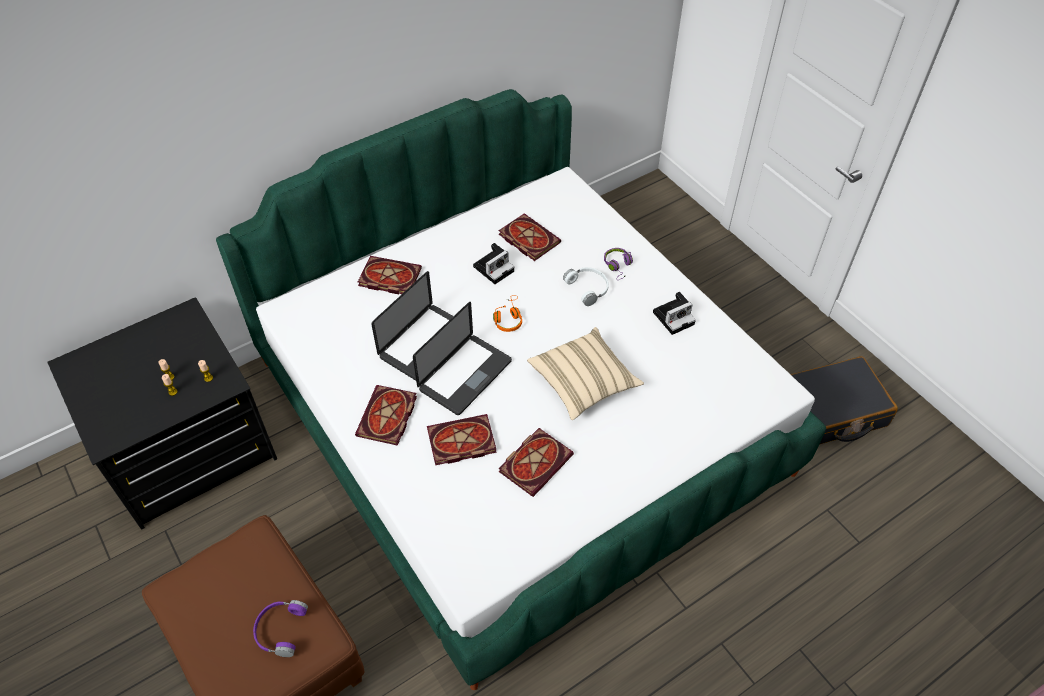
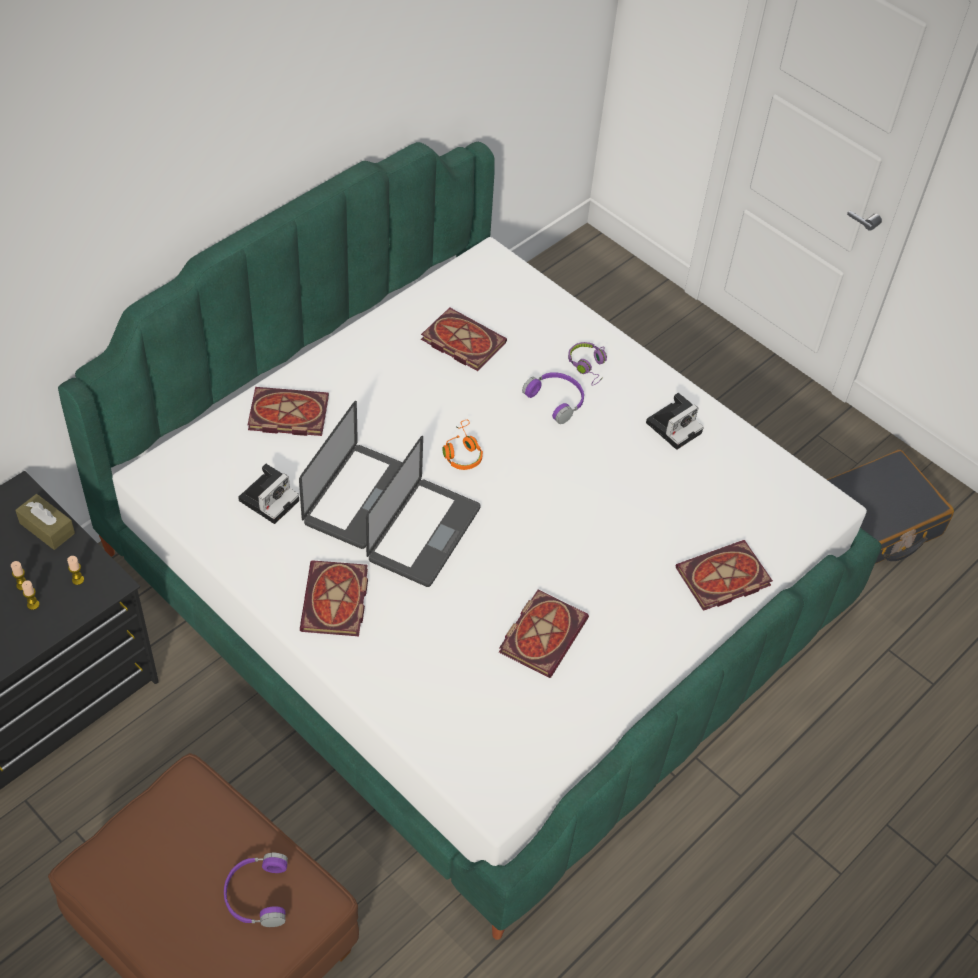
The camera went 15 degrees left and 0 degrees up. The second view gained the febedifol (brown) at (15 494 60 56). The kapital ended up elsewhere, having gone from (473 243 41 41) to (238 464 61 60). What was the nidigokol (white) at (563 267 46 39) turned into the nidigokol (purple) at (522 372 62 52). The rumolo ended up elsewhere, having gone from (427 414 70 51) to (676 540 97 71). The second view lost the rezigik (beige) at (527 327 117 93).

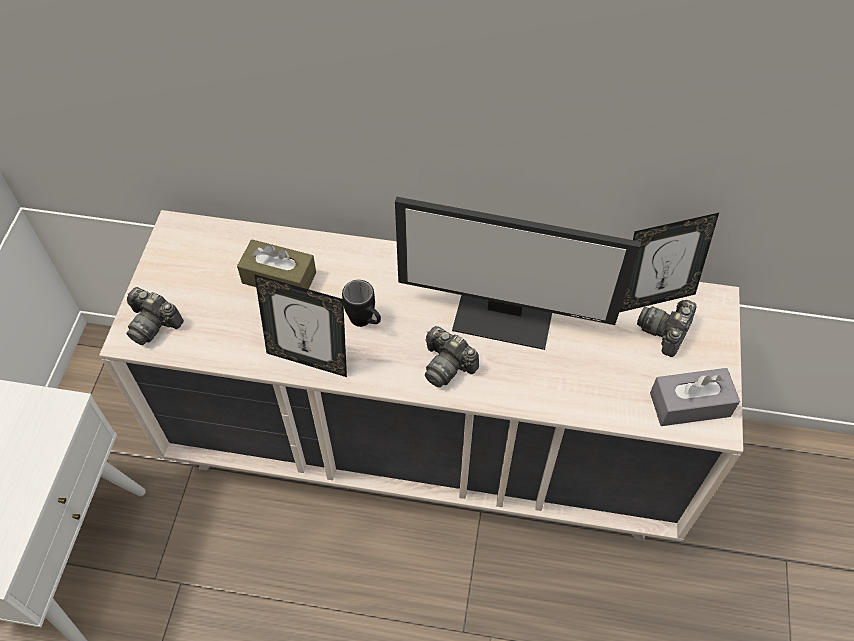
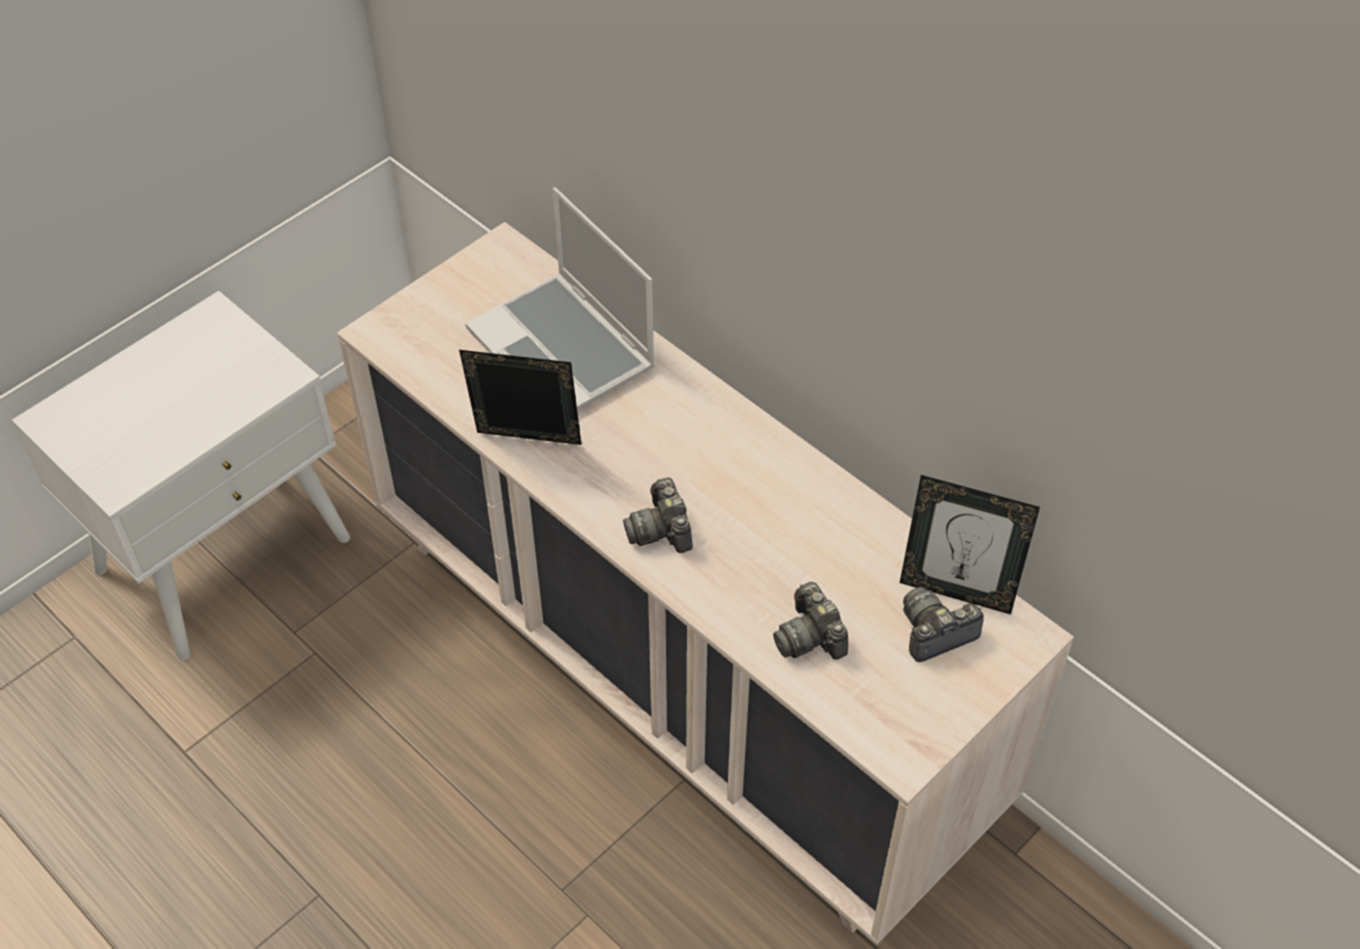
The camera went 35 degrees right and 5 degrees down. The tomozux at (254 274 93 103) ended up facing another way, 135 degrees clockwise from before. Where the febedifol (brown) stood at (237 240 79 49), the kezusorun came to stand at (465 187 190 224). The kapital ended up elsewhere, having gone from (127 287 57 58) to (773 582 75 78). The second view lost the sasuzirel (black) at (342 280 39 47). The second view lost the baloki at (395 197 246 153). The second view lost the febedifol (grey) at (650 368 90 58).

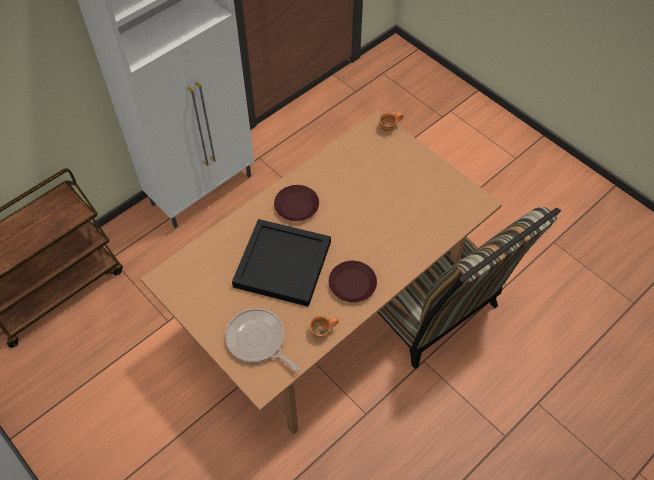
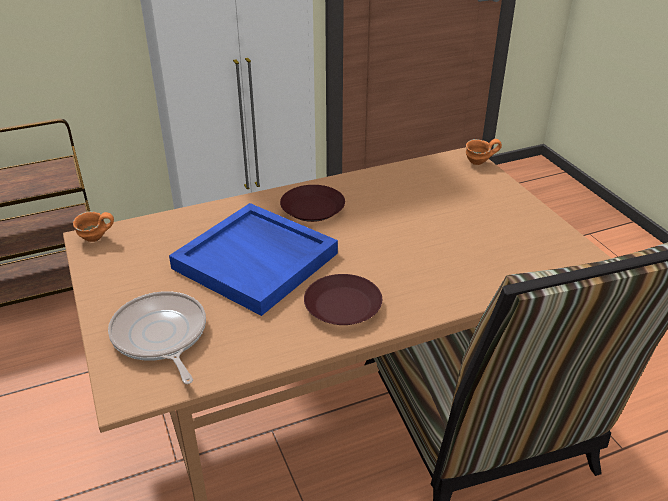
The camera went 20 degrees right and 20 degrees down. The sasuzirel (orange) ended up elsewhere, having gone from (309 315 30 23) to (73 212 41 30). What was the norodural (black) at (232 219 99 88) turned into the norodural (blue) at (169 203 169 113).

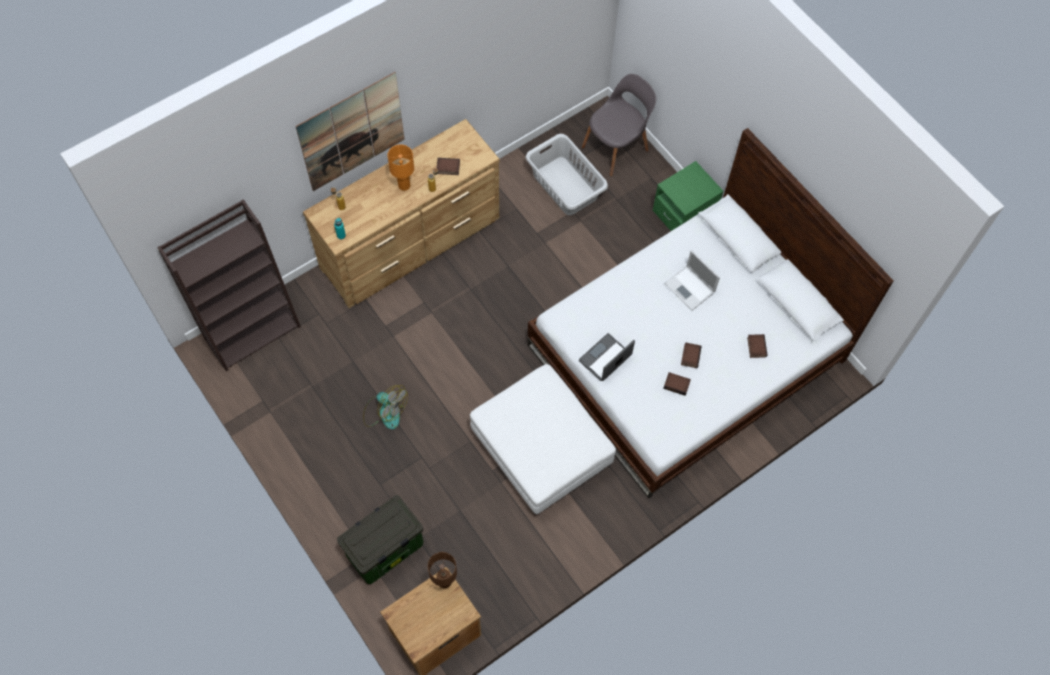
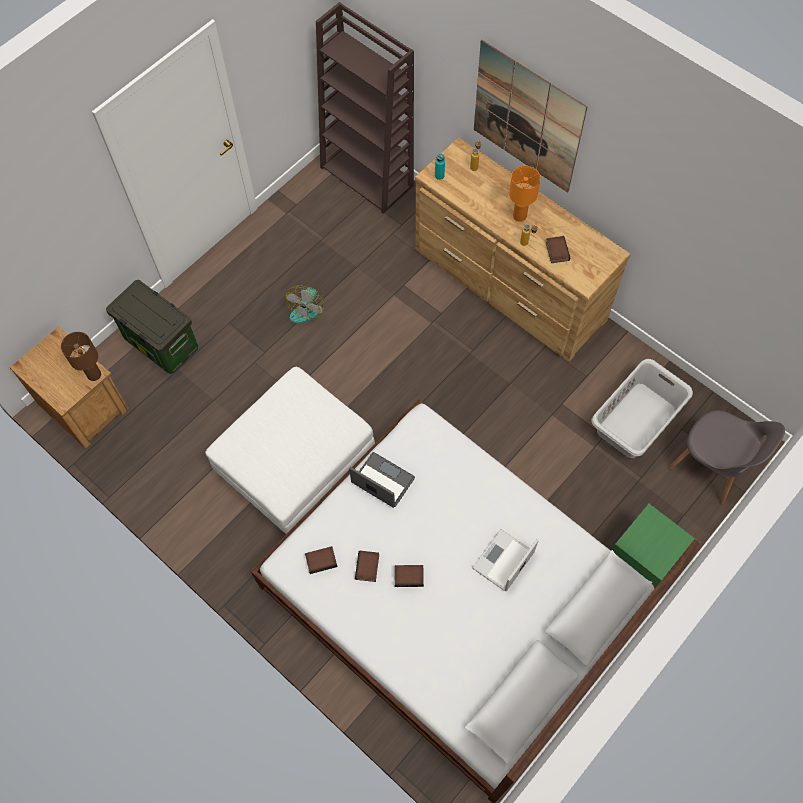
The camera went 80 degrees right and 0 degrees up. The rumolo ended up elsewhere, having gone from (747 334 21 24) to (305 546 33 28).

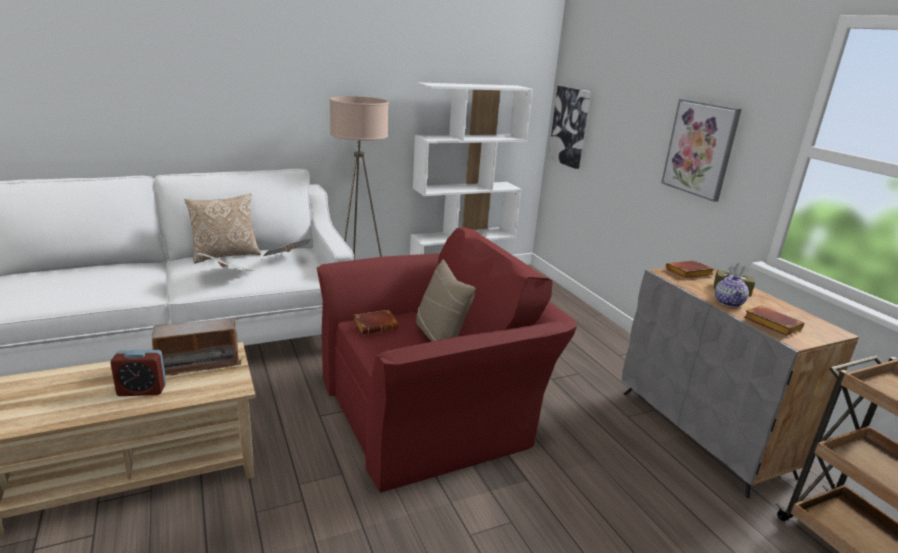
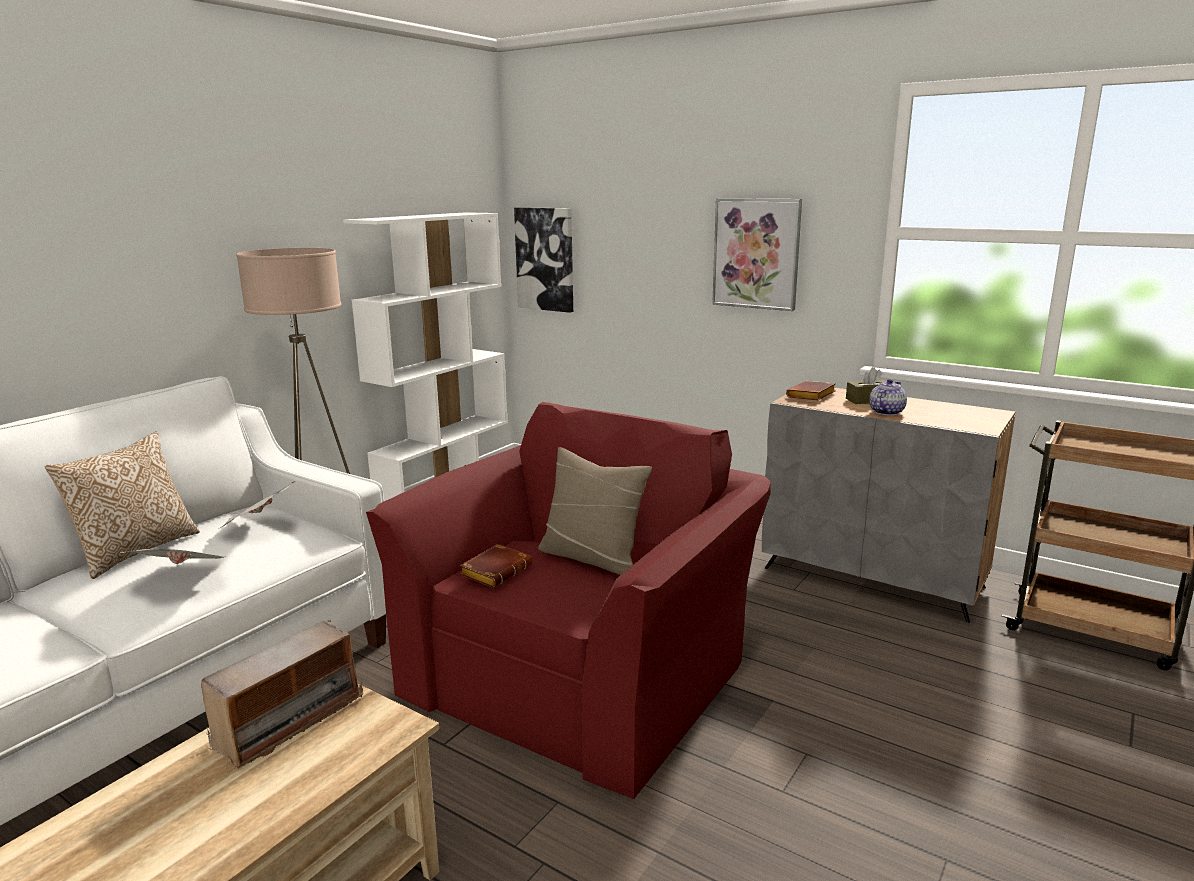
The camera went 30 degrees left and 5 degrees down. The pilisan at (715 274 34 33) ended up facing another way, 120 degrees counterclockwise from before. The second view lost the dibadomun at (110 350 56 46). The second view lost the rumolo (brown) at (744 306 60 30).

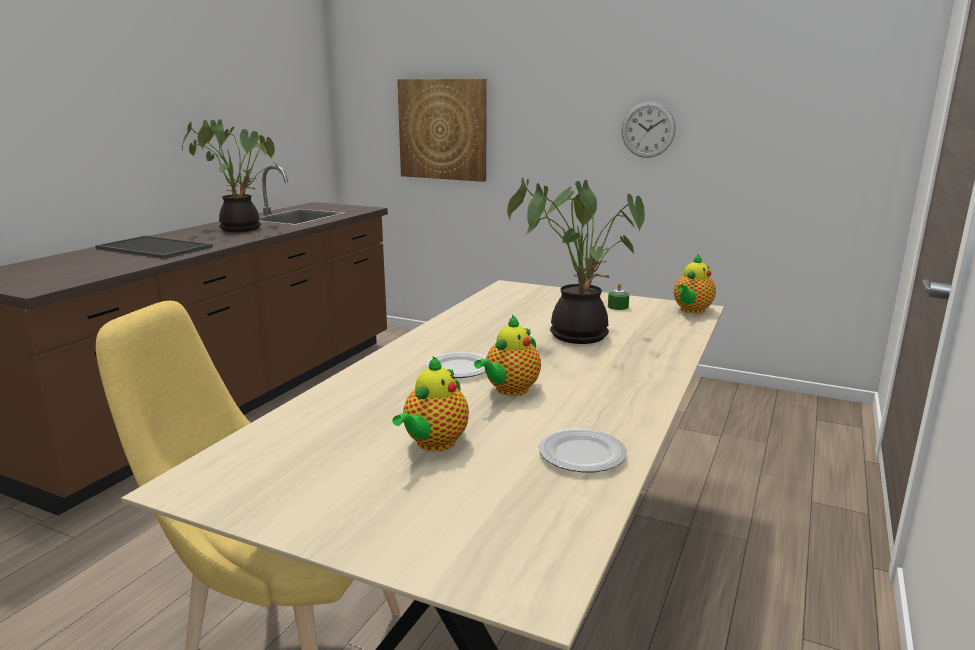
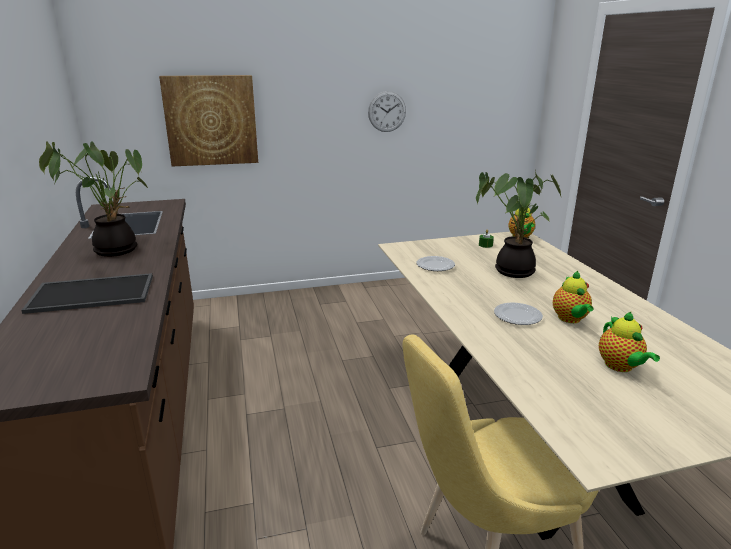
The camera went 40 degrees left and 5 degrees up. The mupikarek ended up elsewhere, having gone from (538 429 89 43) to (416 256 39 15).

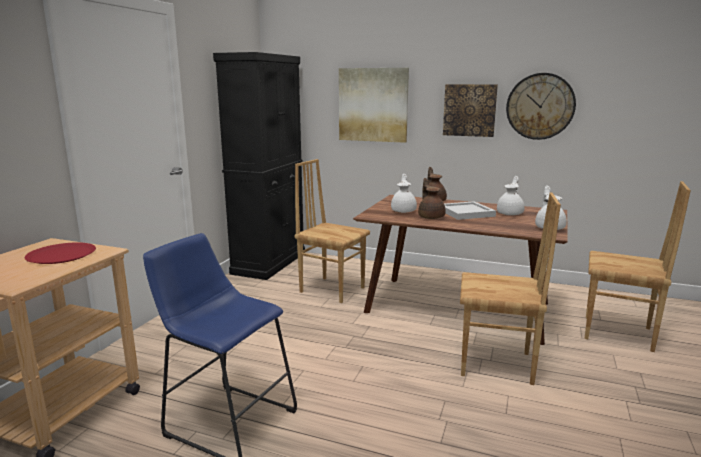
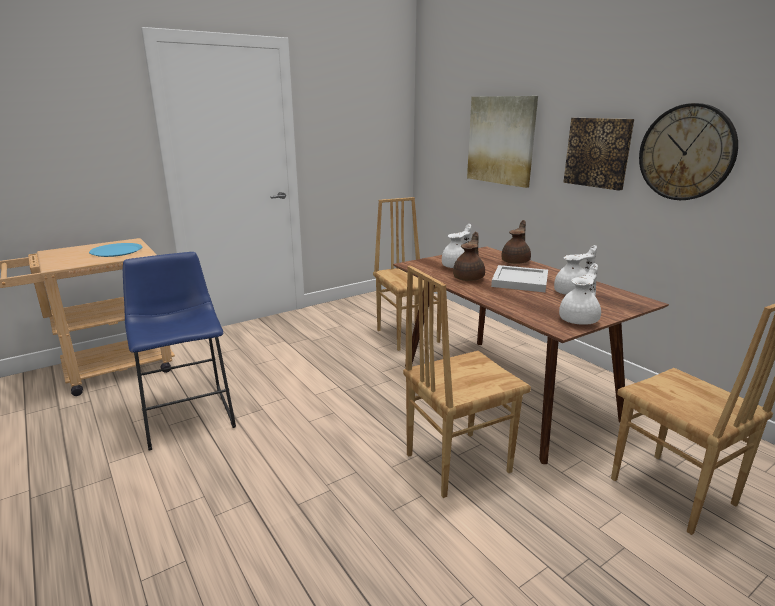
The camera went 35 degrees right and 5 degrees up. What was the mupikarek (red) at (25 242 71 22) turned into the mupikarek (blue) at (89 243 53 14). The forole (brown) at (460 192 101 193) ended up facing another way, 105 degrees clockwise from before. The second view lost the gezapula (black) at (213 52 92 228).

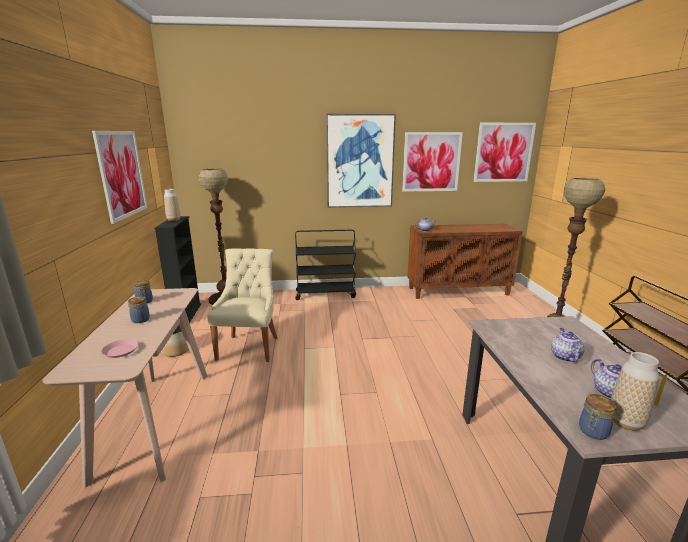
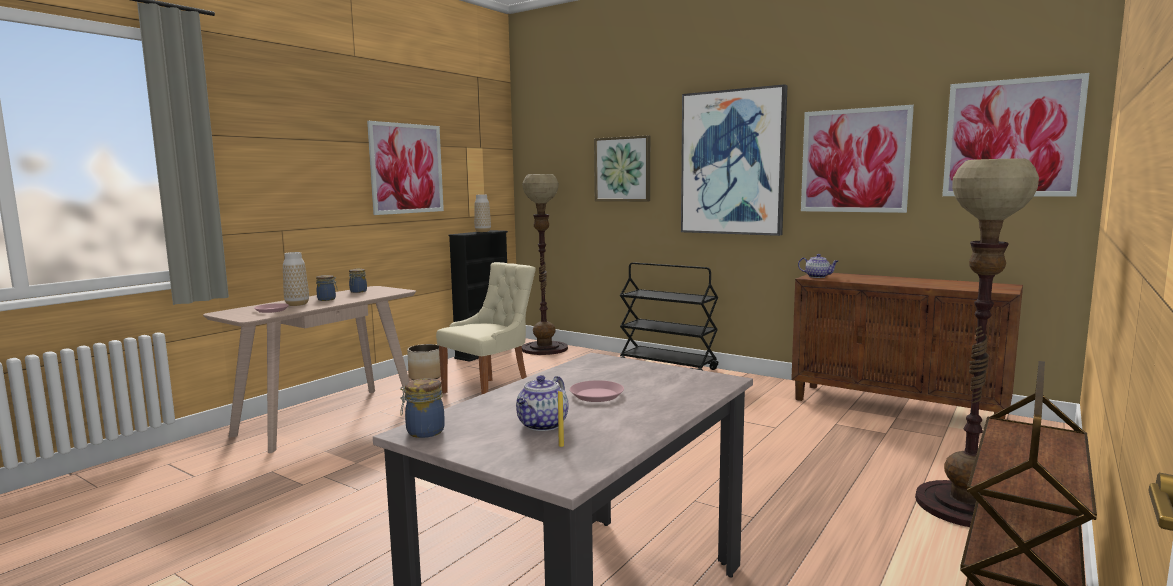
The camera went 40 degrees right and 10 degrees down. The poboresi ended up elsewhere, having gone from (611 352 48 79) to (283 252 26 54). Where the pilisan stood at (551 328 33 34), the mupikarek (pink) came to stand at (570 380 54 22). The second view gained the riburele at (594 135 56 67).

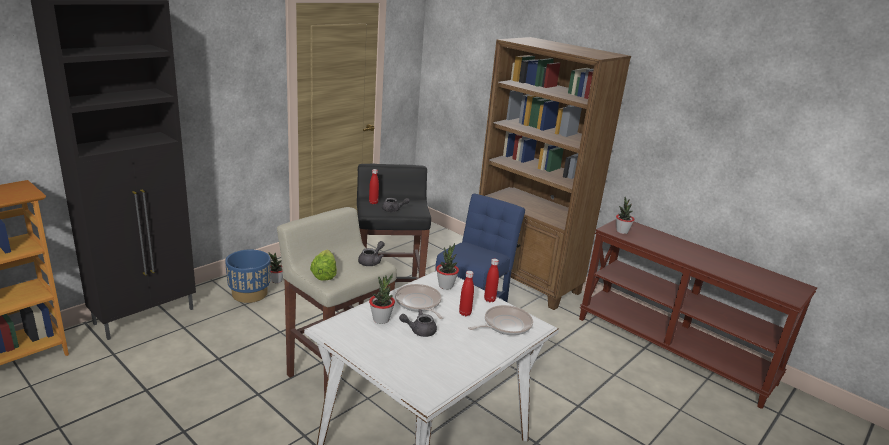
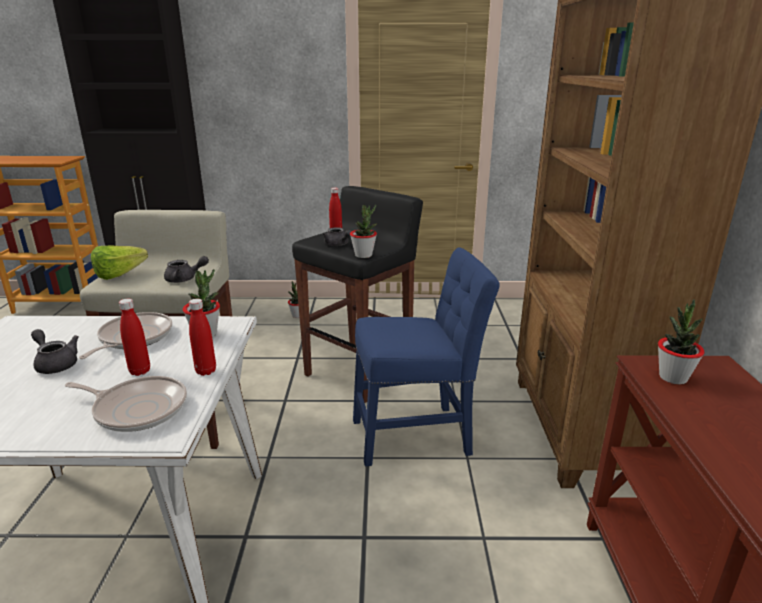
The camera went 50 degrees right and 0 degrees up. The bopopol ended up elsewhere, having gone from (369 273 26 51) to (350 204 27 54). The second view lost the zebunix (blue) at (225 250 46 53).

